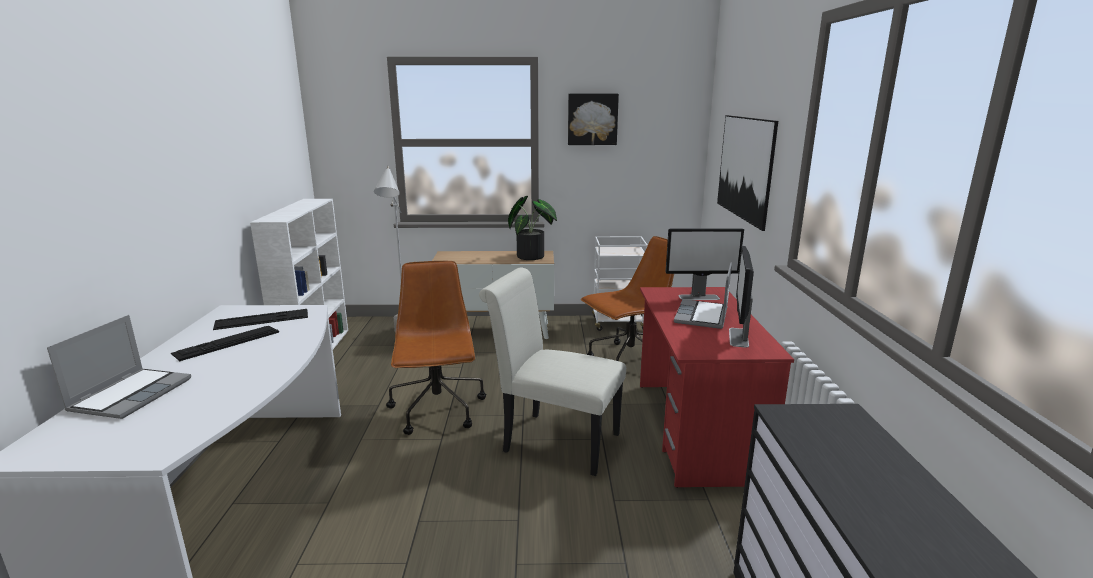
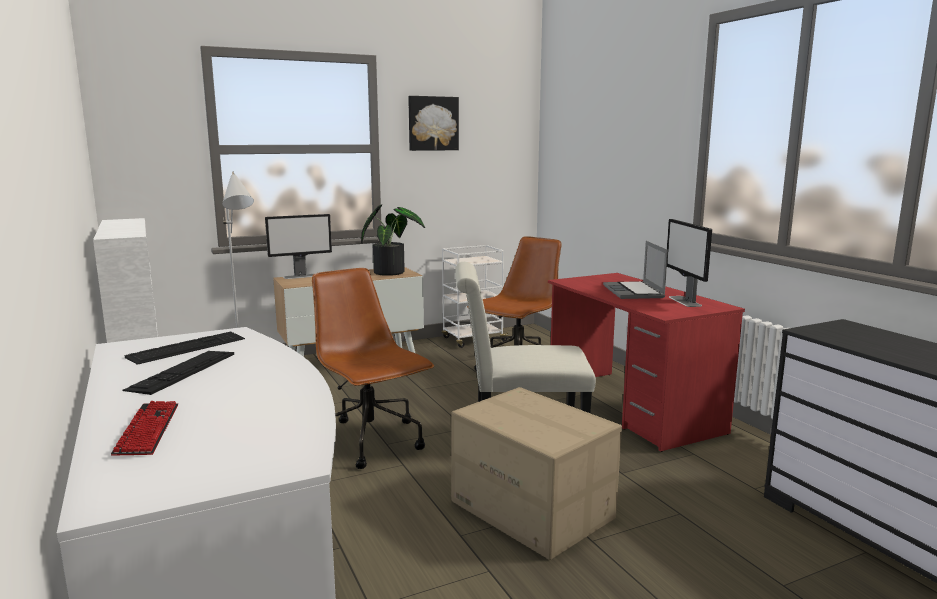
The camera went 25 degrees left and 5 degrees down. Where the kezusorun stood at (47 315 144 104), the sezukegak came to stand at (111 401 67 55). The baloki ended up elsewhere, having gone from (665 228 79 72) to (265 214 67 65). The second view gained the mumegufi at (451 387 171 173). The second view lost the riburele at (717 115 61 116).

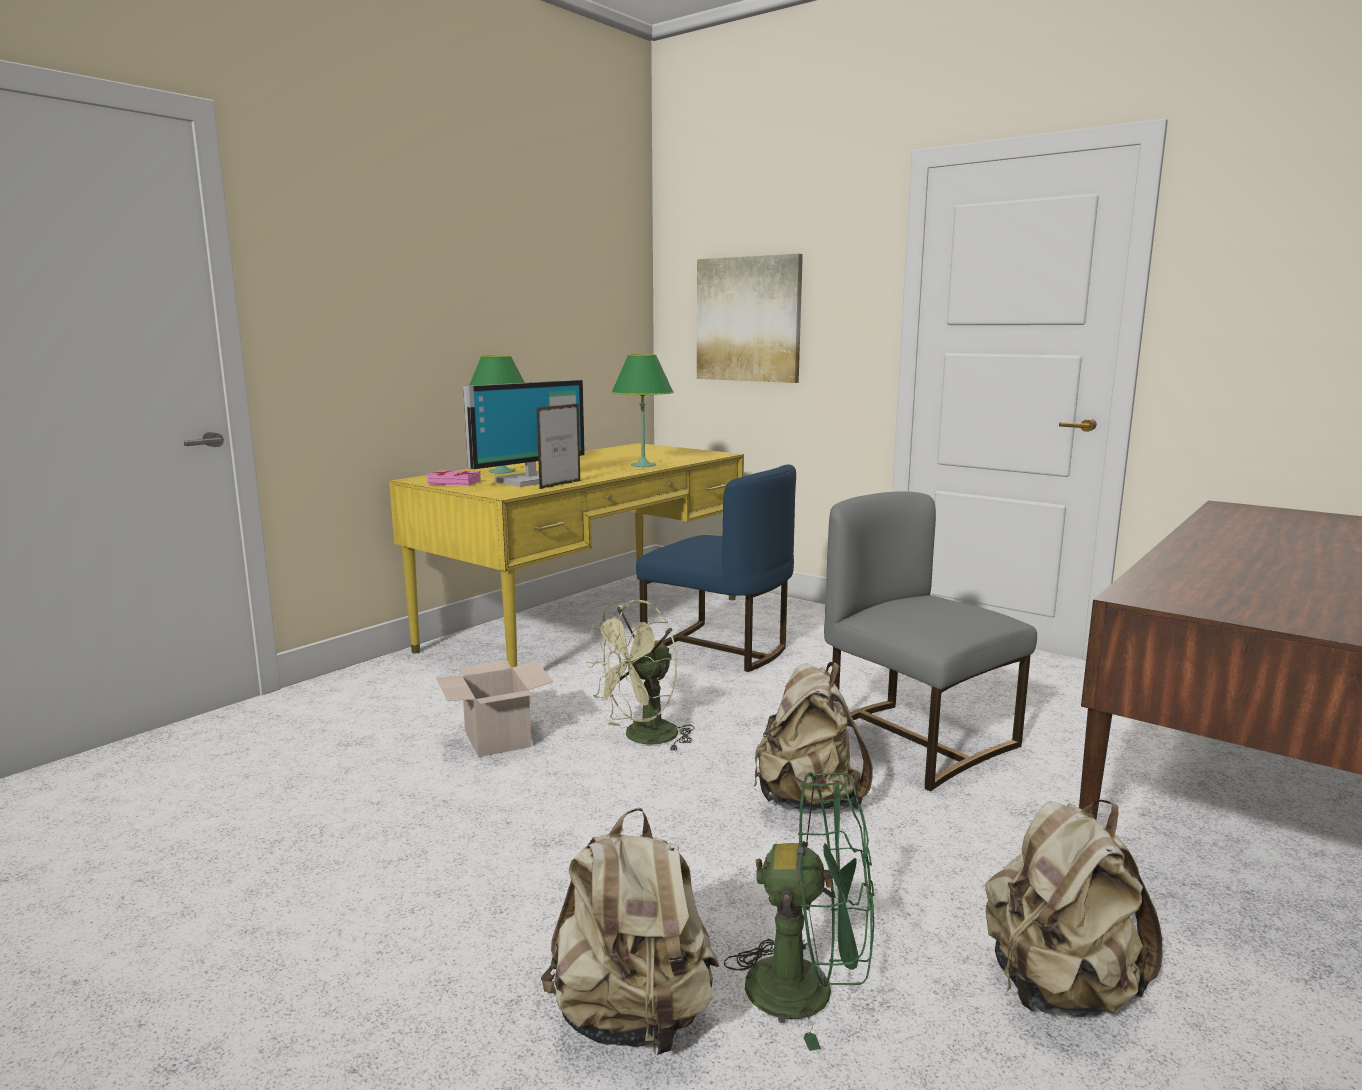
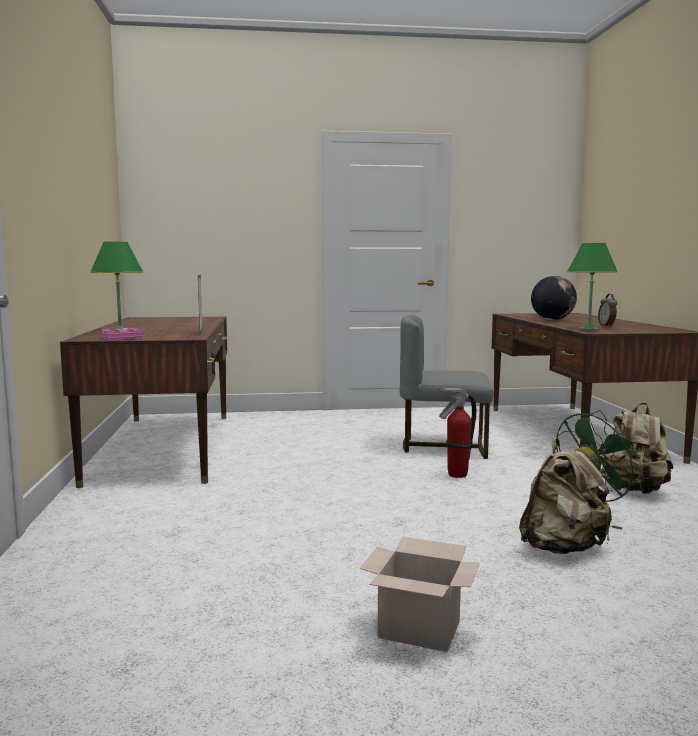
The camera went 45 degrees left and 5 degrees down. What was the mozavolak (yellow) at (389 443 355 225) turned into the mozavolak (brown) at (60 317 167 171). The mumegufi ended up elsewhere, having gone from (436 660 118 97) to (360 537 120 115). Where the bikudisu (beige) stood at (753 662 120 148), the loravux came to stand at (439 388 37 90). The second view gained the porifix at (531 276 46 44). The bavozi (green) ended up elsewhere, having gone from (611 354 63 113) to (567 243 51 87). The second view gained the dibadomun at (598 294 19 33). The second view lost the baloki at (463 380 122 107). The second view lost the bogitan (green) at (586 600 108 150). The second view lost the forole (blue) at (636 464 160 208). The second view lost the riburele at (697 254 106 129).

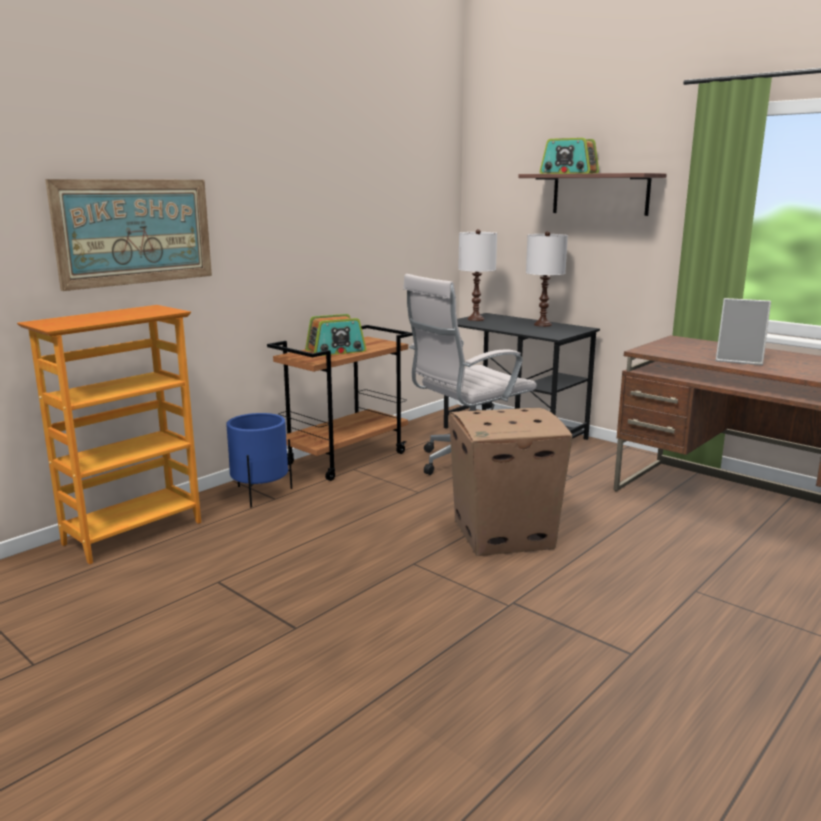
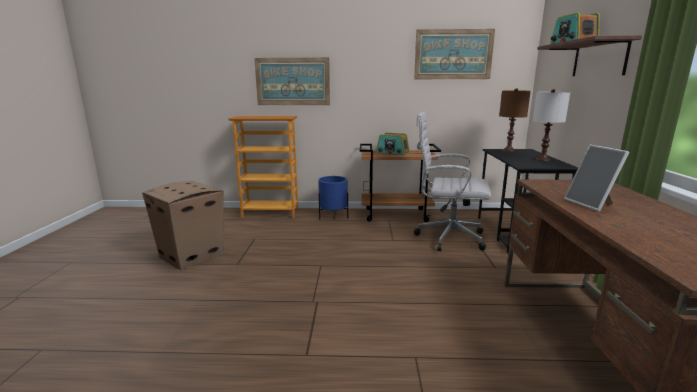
The camera went 50 degrees right and 0 degrees up. The mumegufi ended up elsewhere, having gone from (449 408 124 148) to (142 182 82 88). The second view gained the riburele at (414 29 81 50). What was the bavozi (white) at (458 229 39 92) turned into the bavozi (brown) at (499 88 32 64).

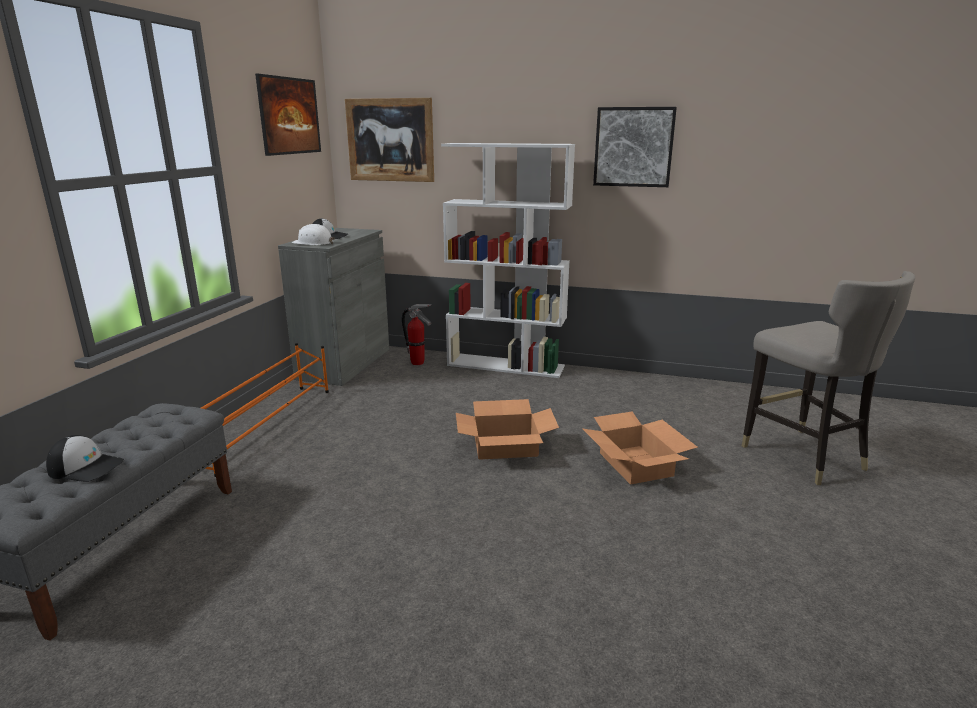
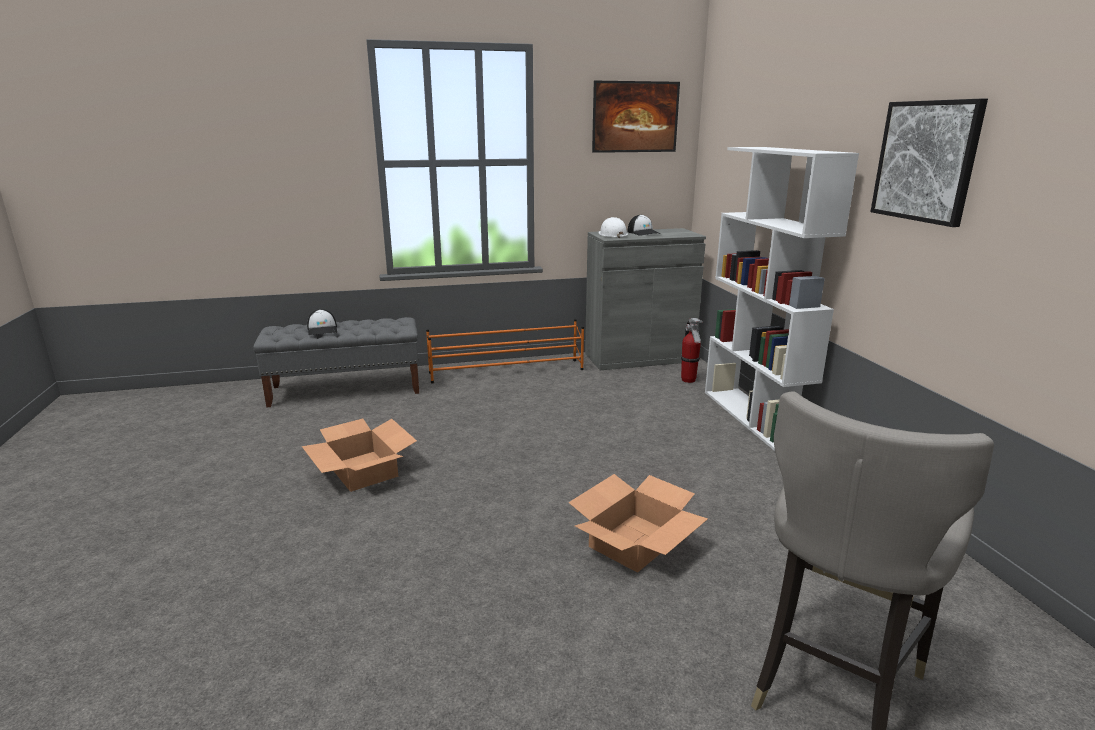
The camera went 60 degrees right and 0 degrees up. The mumegufi ended up elsewhere, having gone from (456 399 103 61) to (302 419 115 73). The second view lost the riburele at (345 98 89 84).

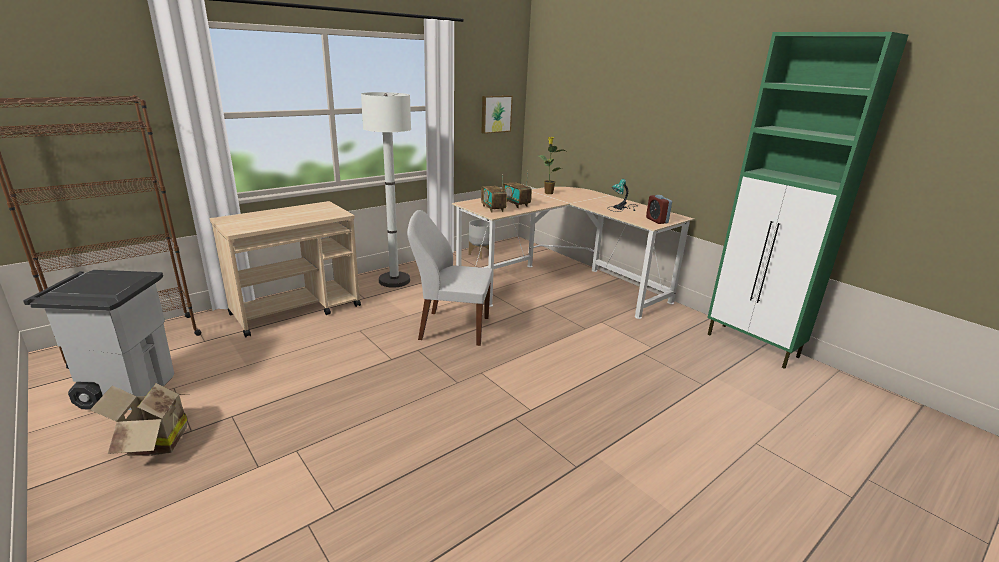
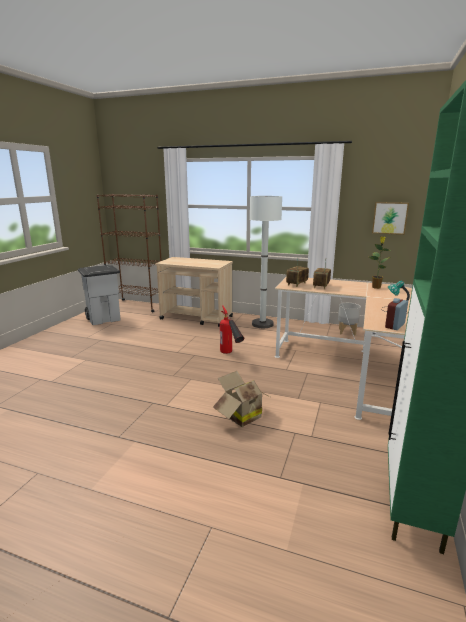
The camera went 60 degrees right and 5 degrees down. The mumegufi ended up elsewhere, having gone from (90 383 98 73) to (213 371 59 56). Where the forole (white) stood at (407 210 85 136), the loravux came to stand at (220 305 24 49).

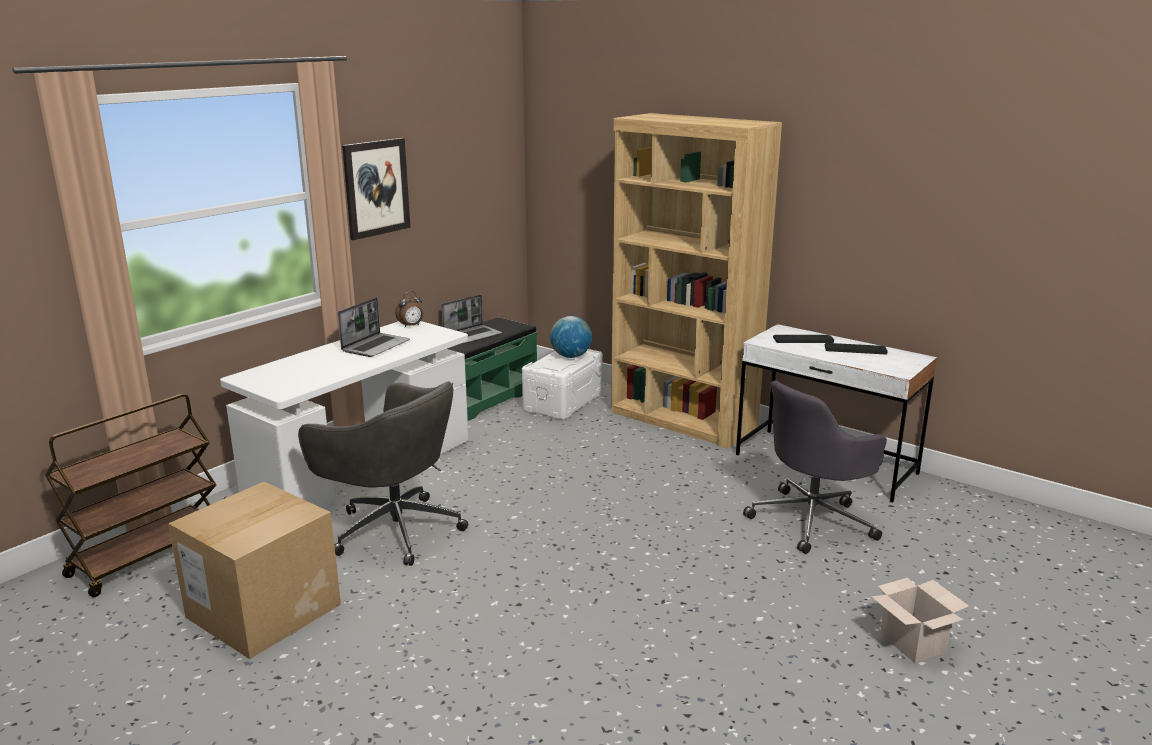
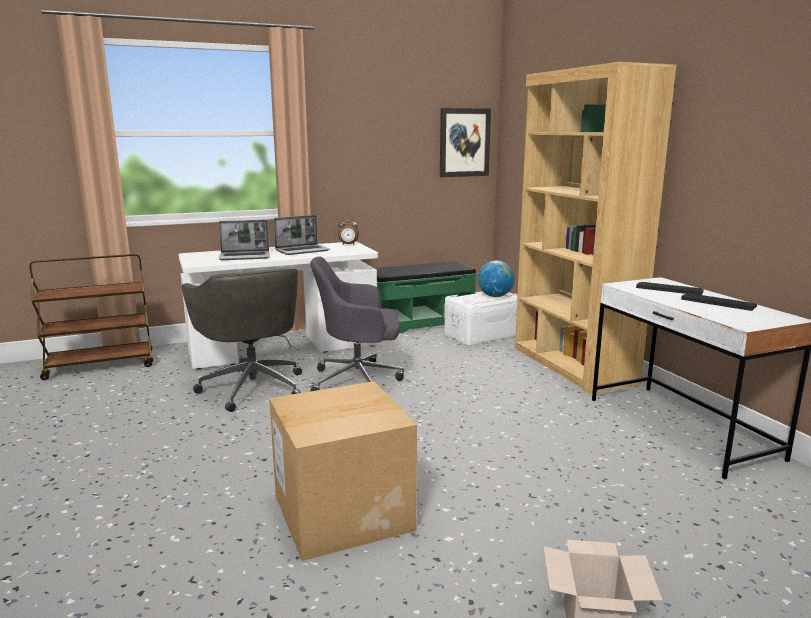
The camera went 30 degrees right and 5 degrees down. The kezusorun ended up elsewhere, having gone from (441 295 61 49) to (218 220 52 40). The mumegufi ended up elsewhere, having gone from (168 482 173 177) to (269 381 148 180). The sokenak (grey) ended up elsewhere, having gone from (743 380 144 174) to (310 256 94 135). The riburele ended up elsewhere, having gone from (342 138 69 102) to (440 108 51 69).

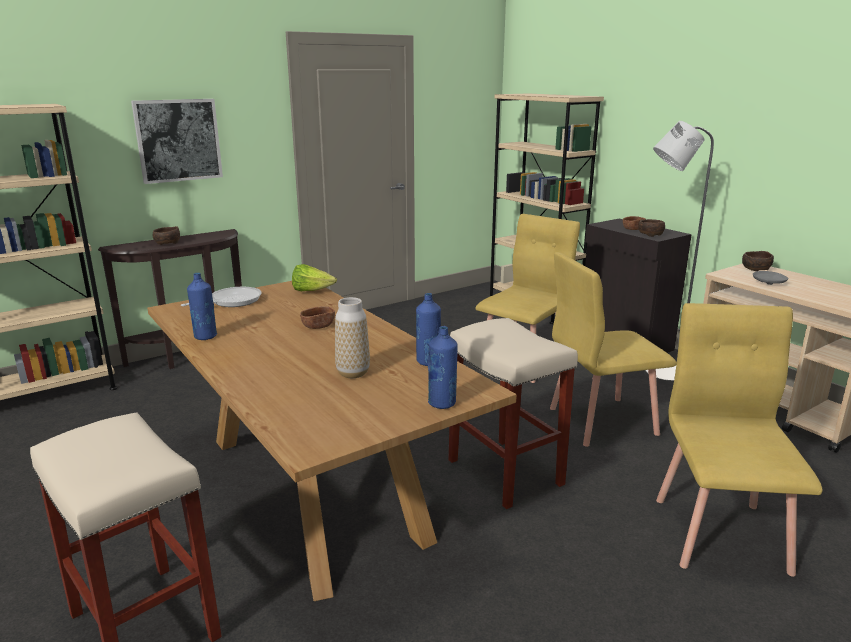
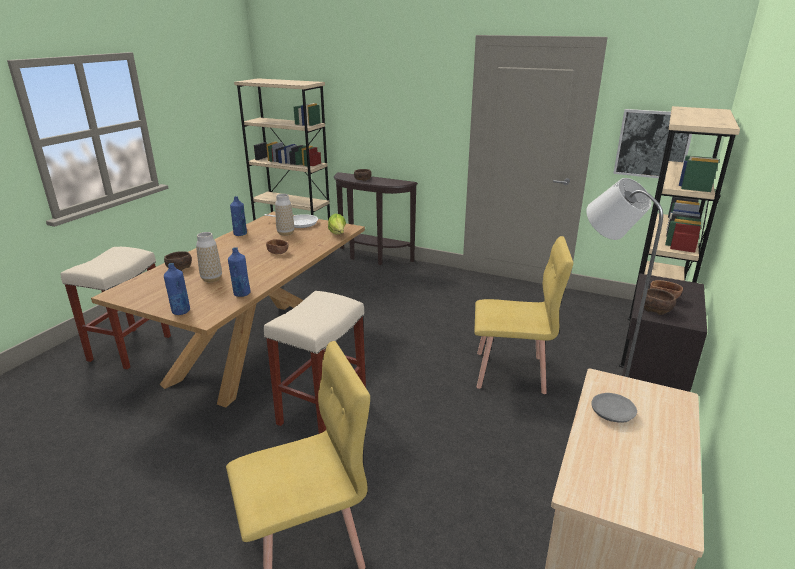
The camera went 60 degrees right and 5 degrees up. The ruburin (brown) ended up elsewhere, having gone from (742 251 32 20) to (164 251 28 20). The second view gained the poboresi at (275 194 19 42). The riburele ended up elsewhere, having gone from (131 99 92 85) to (613 109 79 69). The second view lost the forole (yellow) at (550 252 127 195).

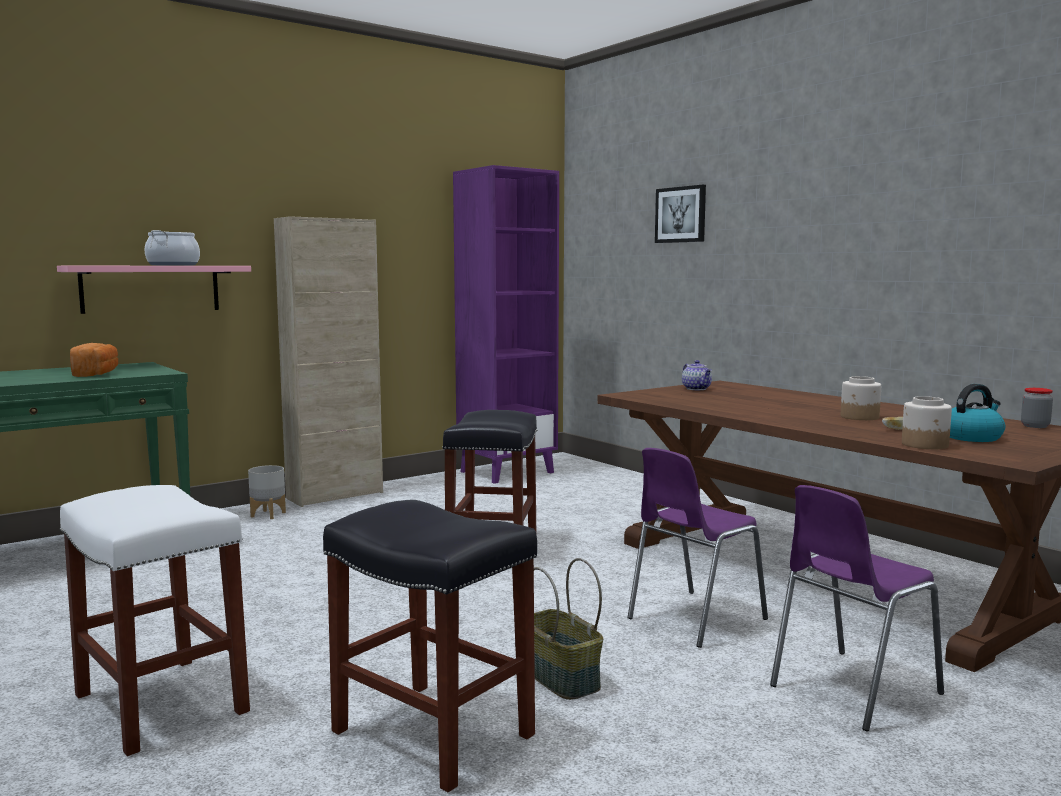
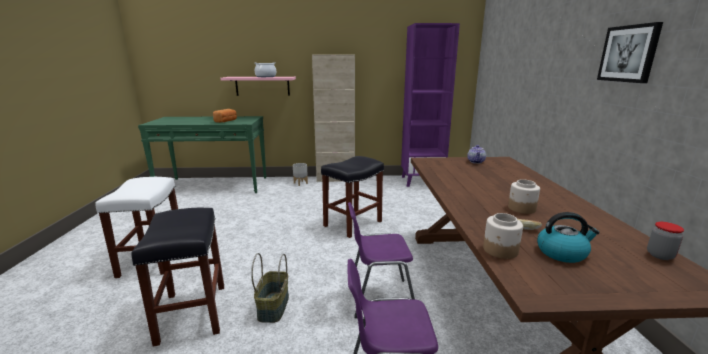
The camera went 35 degrees right and 10 degrees up. The riburele ended up elsewhere, having gone from (655 185 51 58) to (597 22 66 61).

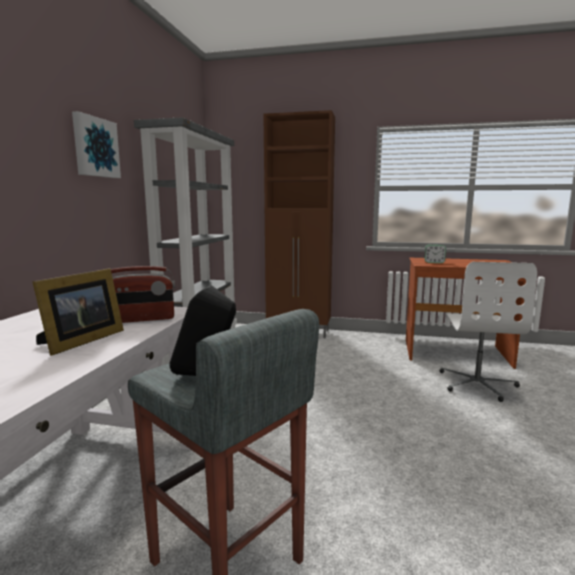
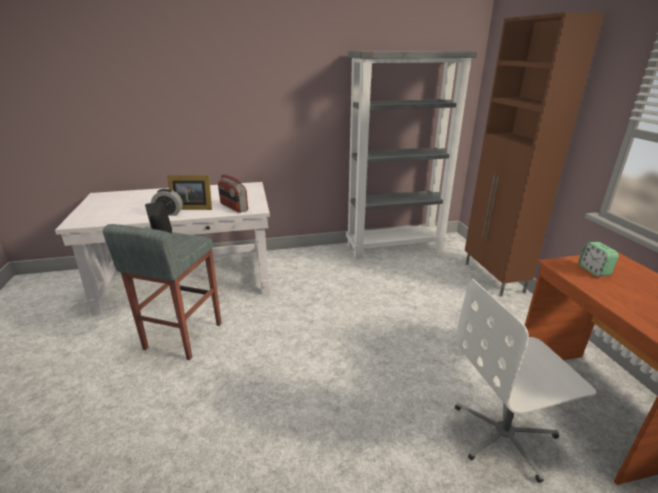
The camera went 65 degrees right and 15 degrees up. The second view gained the dibadomun at (151 189 32 27). The second view lost the riburele at (72 111 49 67).

